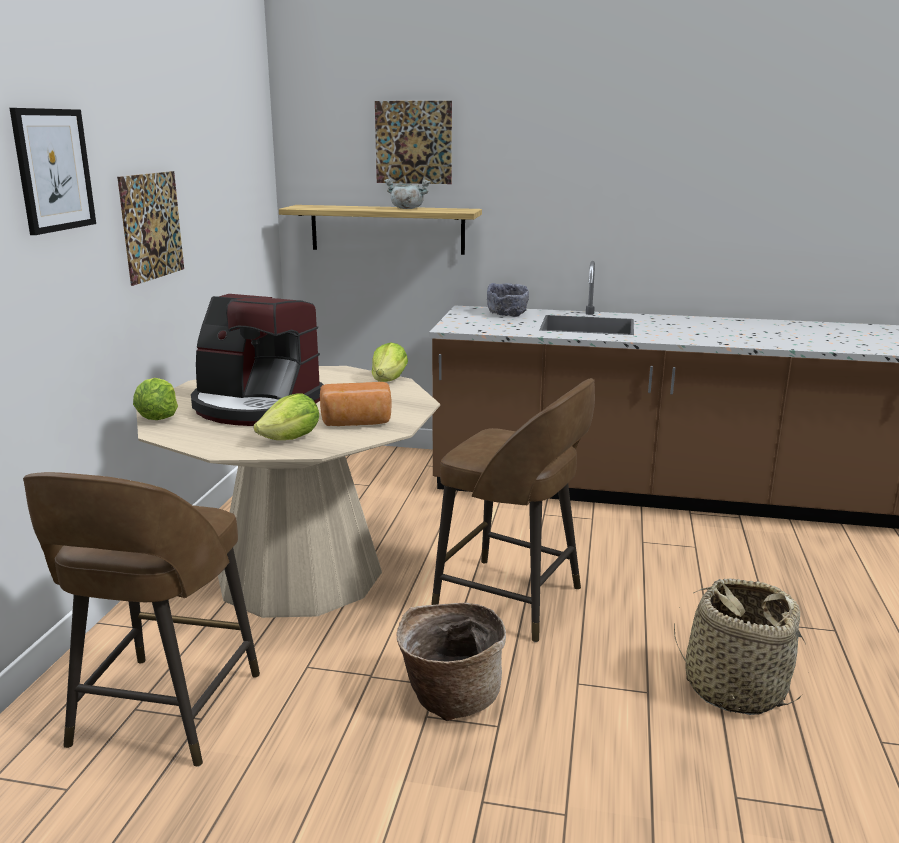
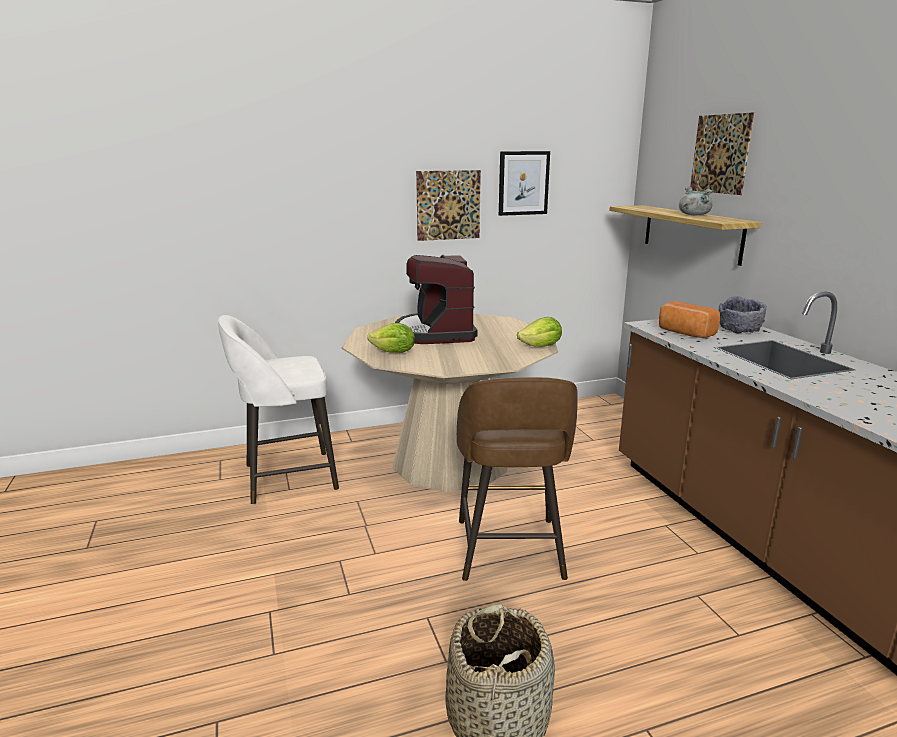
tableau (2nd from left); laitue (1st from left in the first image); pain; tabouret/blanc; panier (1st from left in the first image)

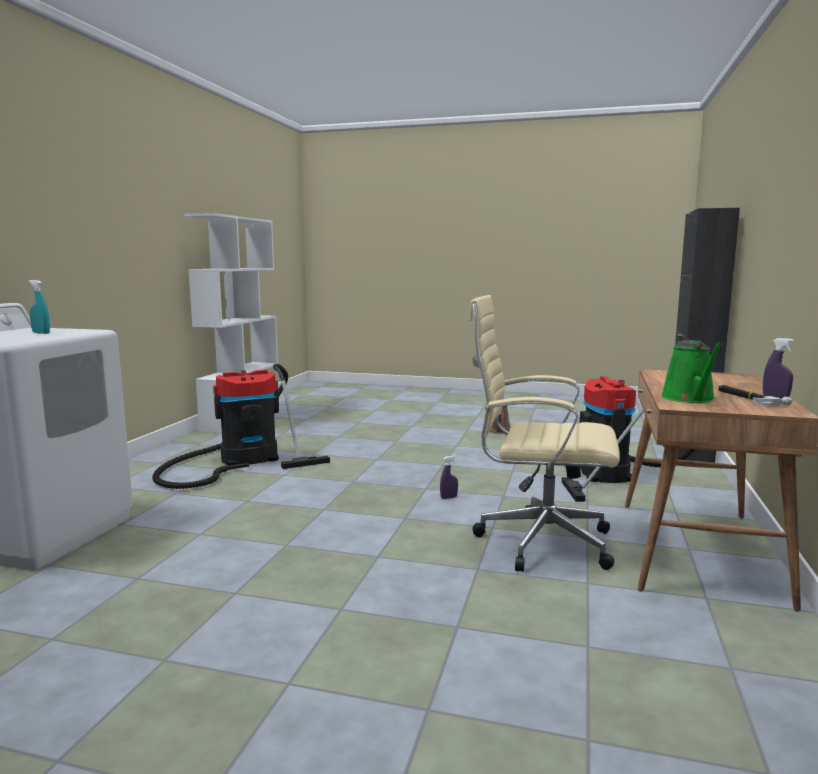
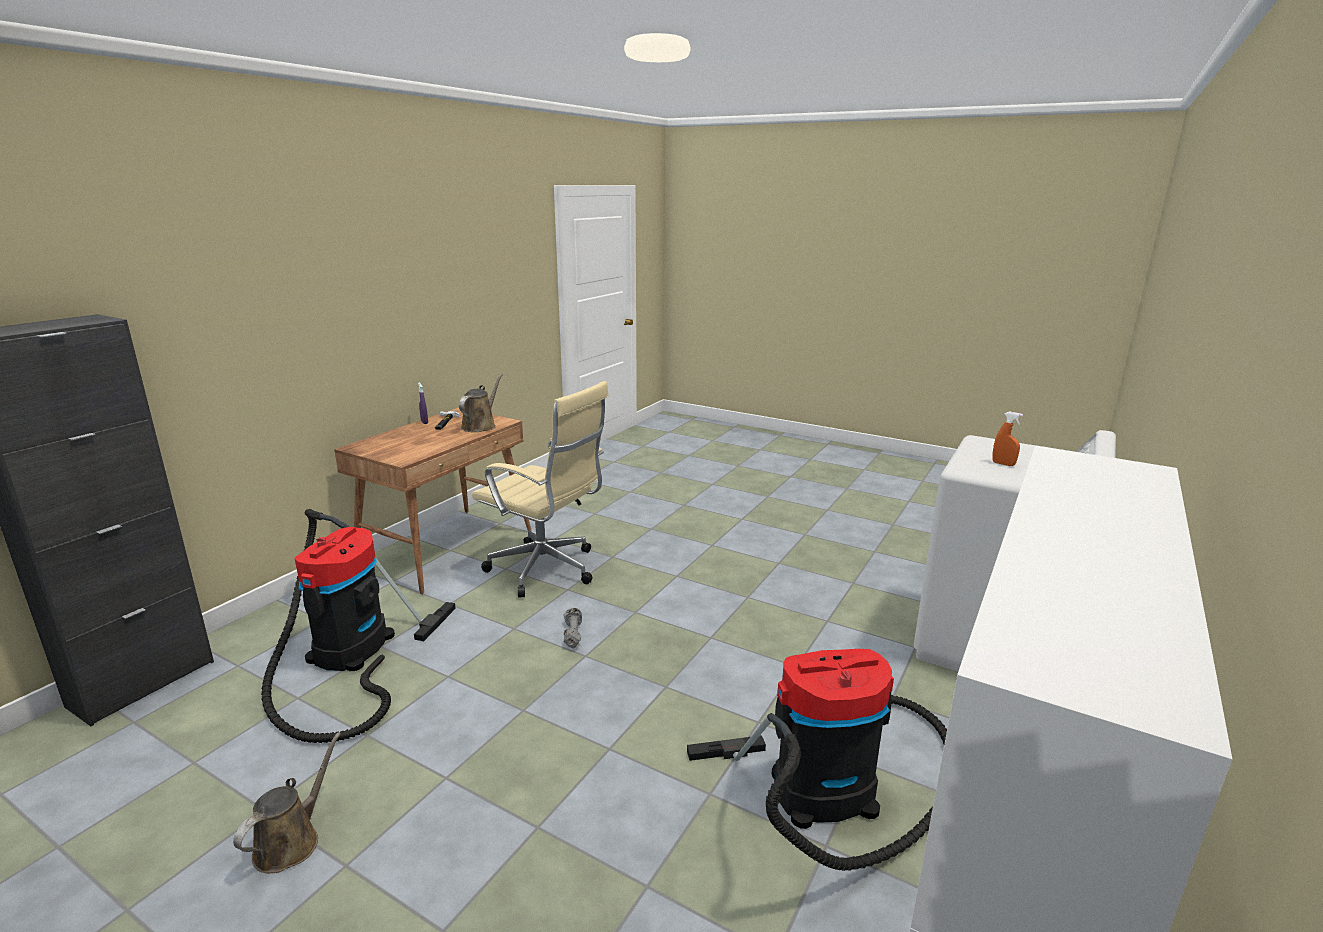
vaporisateur/orange; arrosoir/marron (2nd from left); haltère/gris

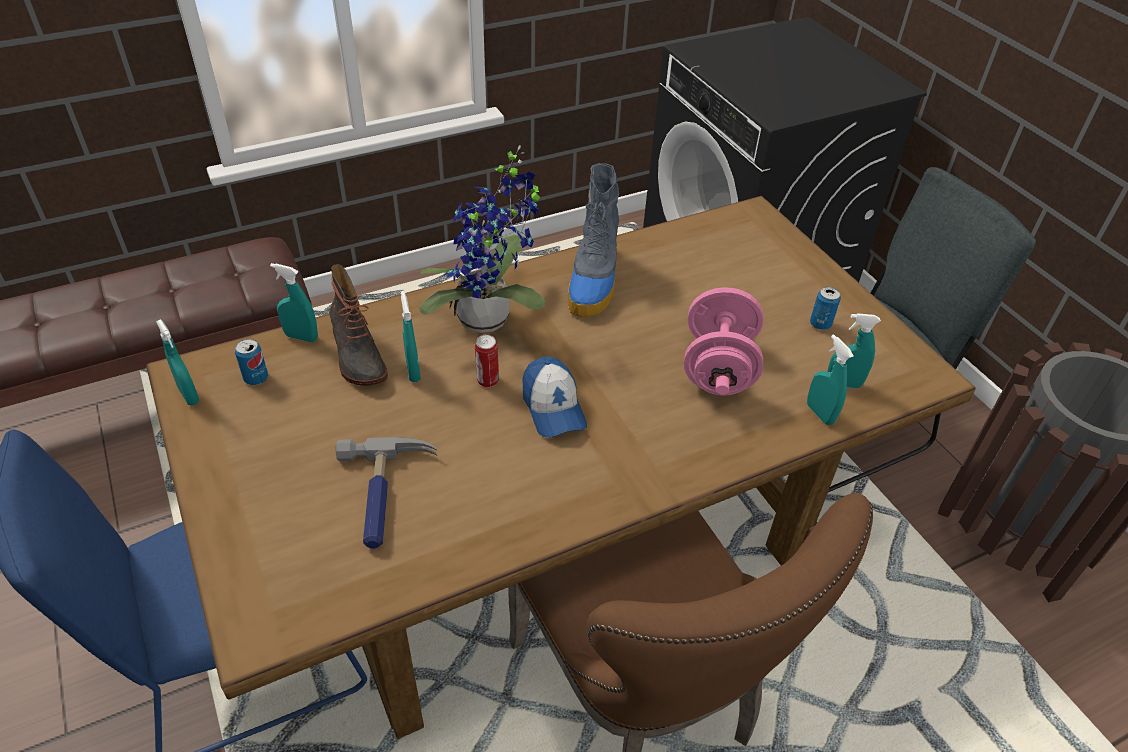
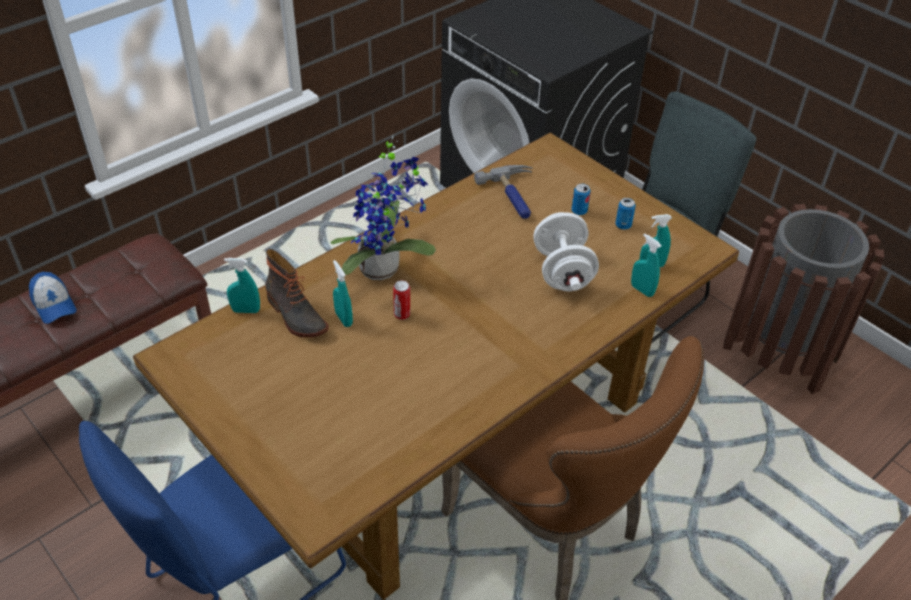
botte (2nd from left in the first image); haltère/blanc; vaporisateur/turquoise (1st from left in the first image); boîte métallique (2nd from left); casquette; marteau

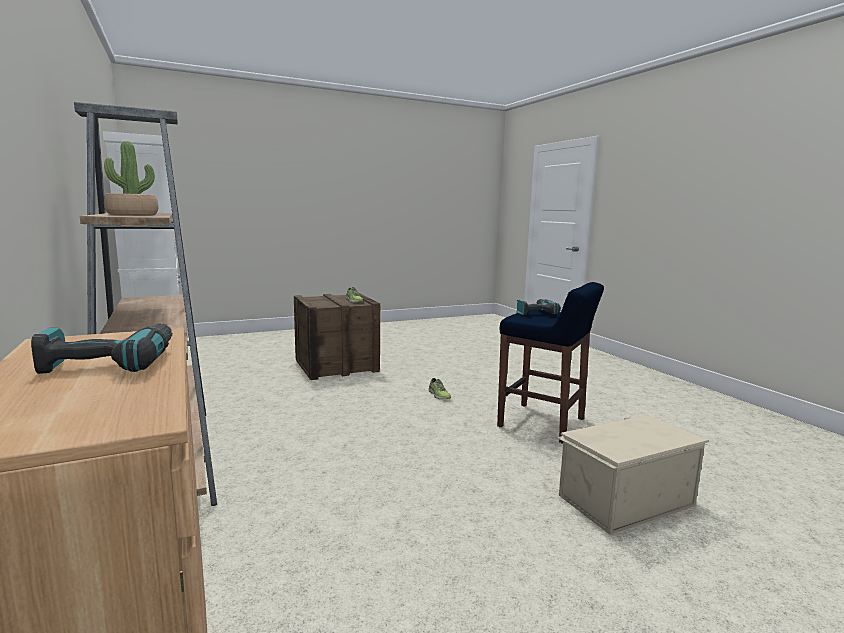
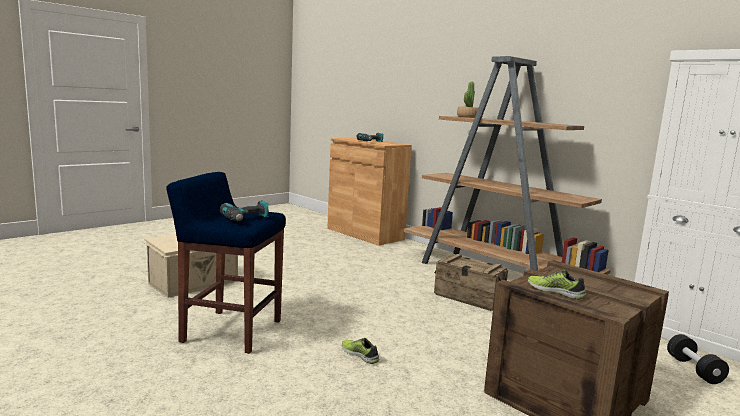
caisse (1st from left); haltère/noir

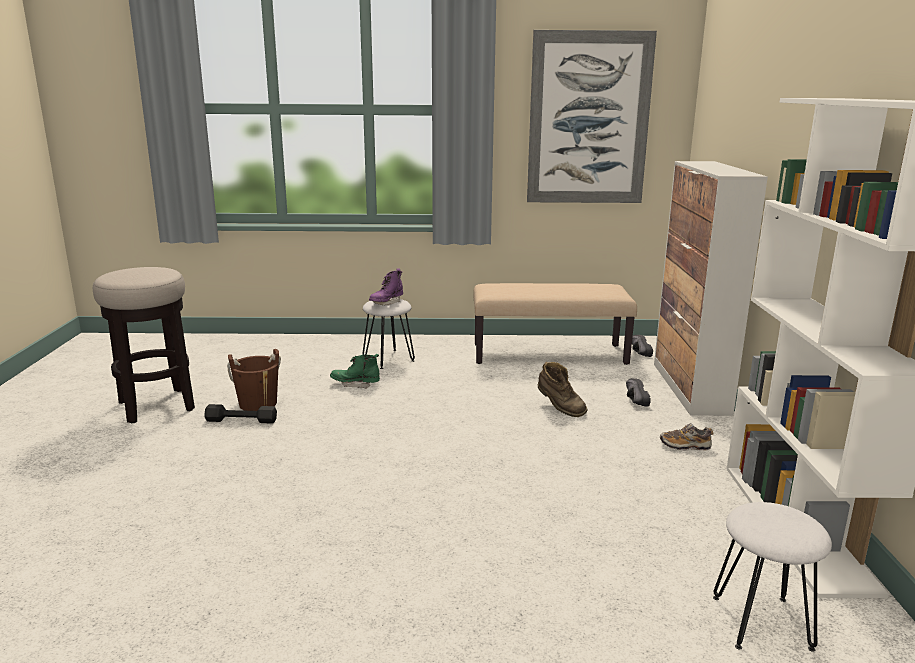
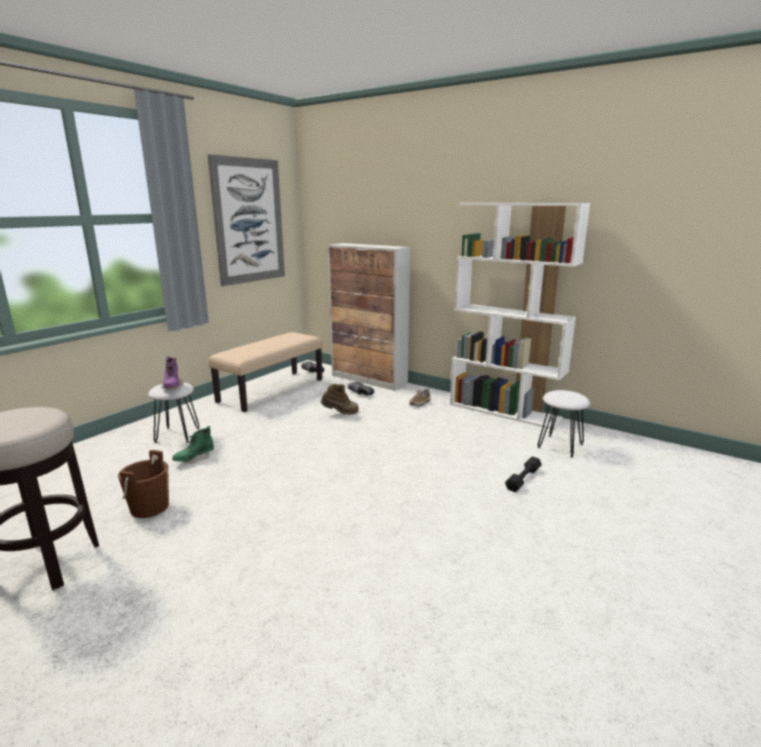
haltère/noir

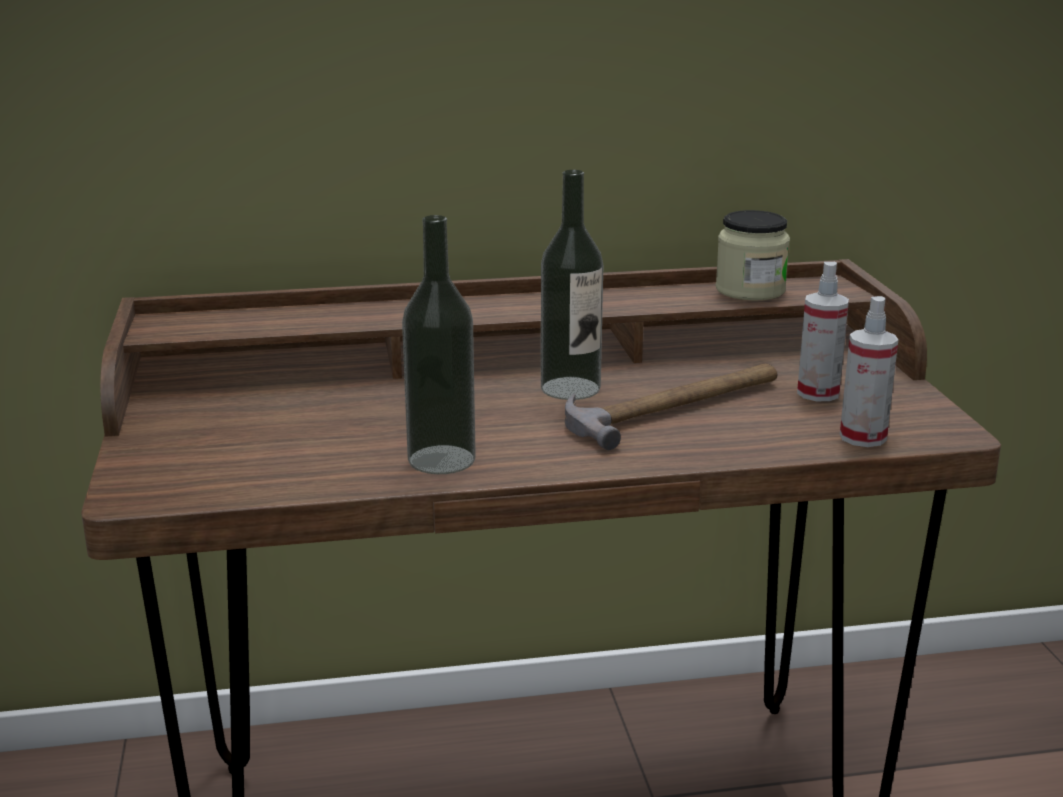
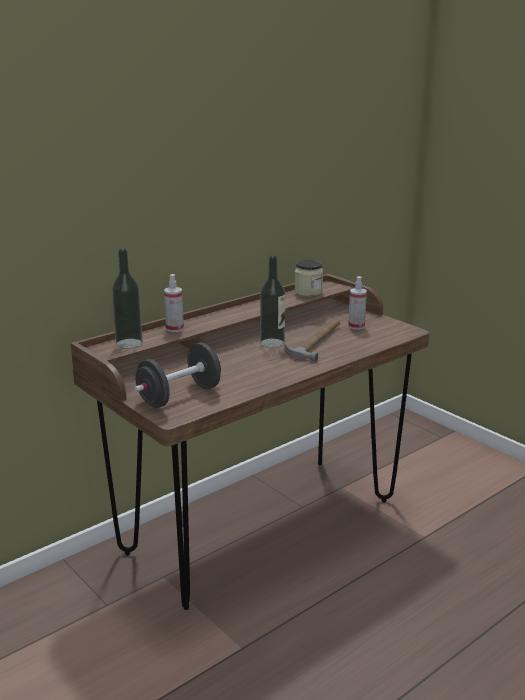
bouteille (1st from left); vaporisateur (1st from left); haltère/noir

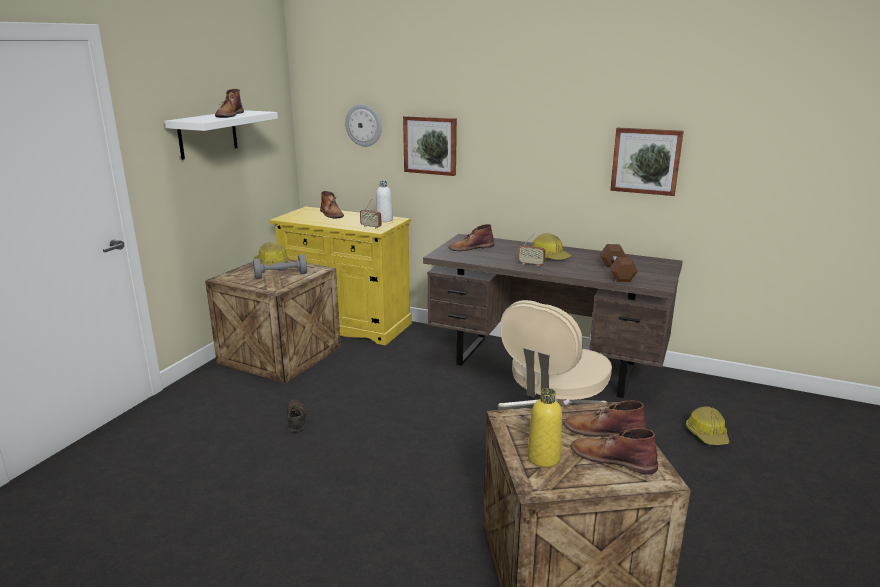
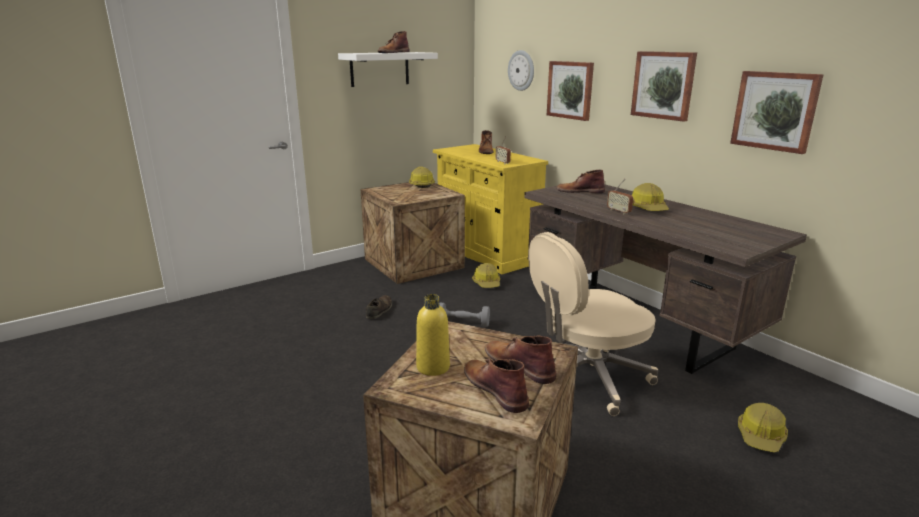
bouteille/blanc; haltère/marron; haltère/gris; tableau (2nd from left); casque de chantier (2nd from left)

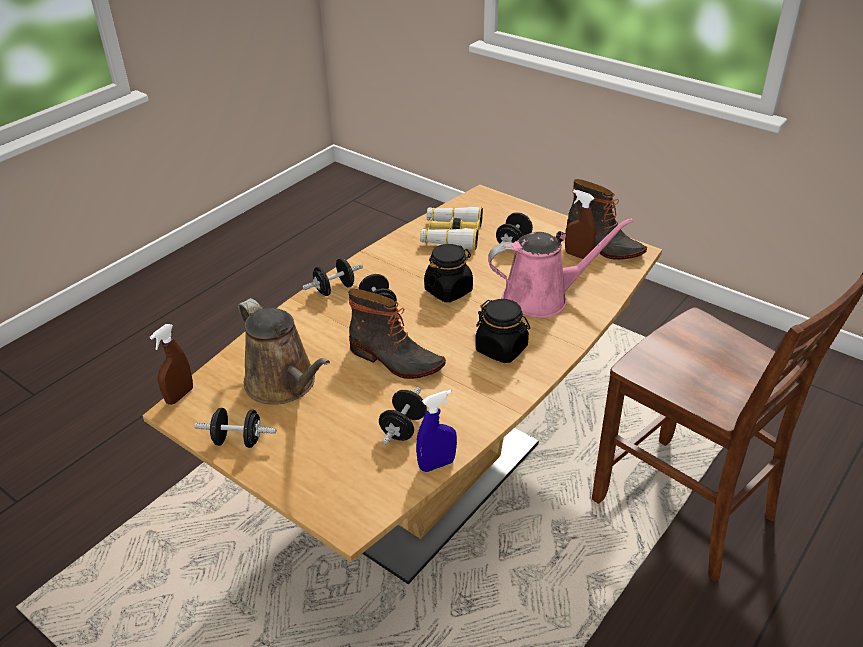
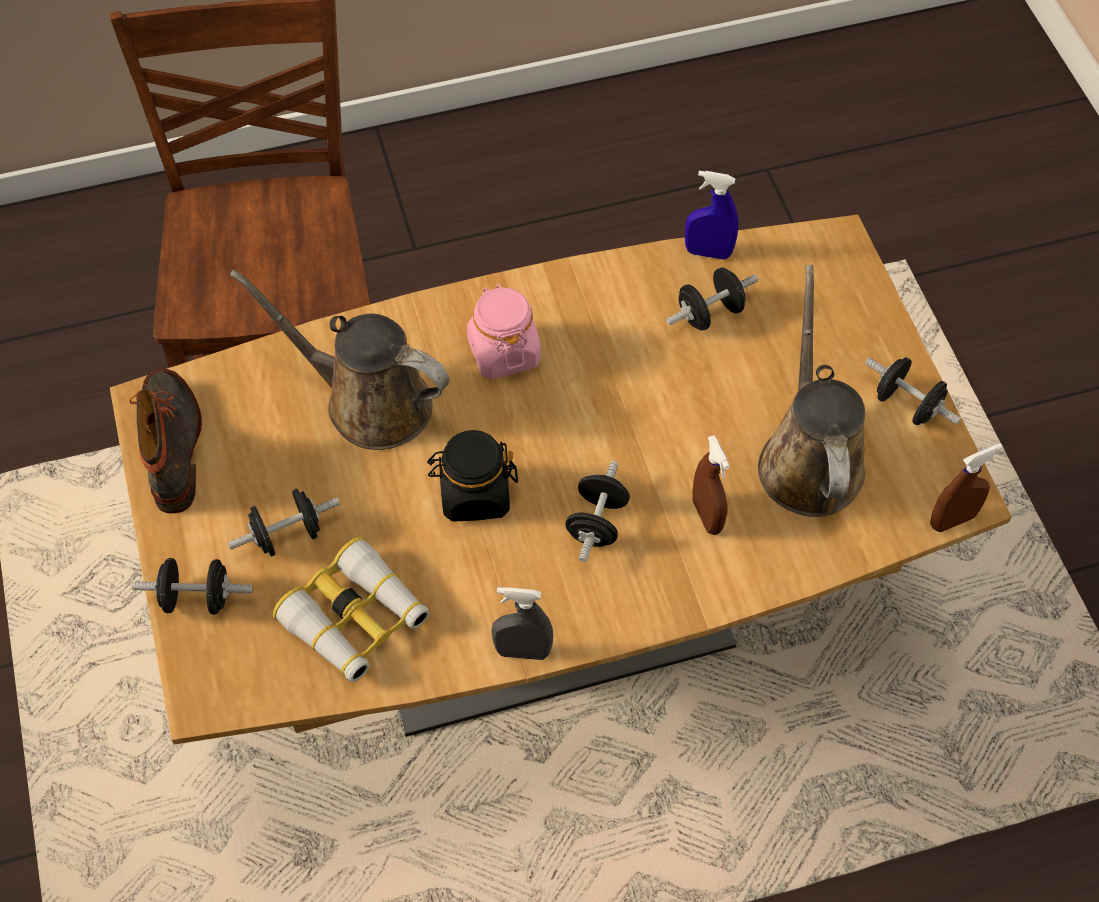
vaporisateur/marron (1st from left); arrosoir/marron (1st from left); haltère/noir (1st from left); botte (1st from left in the first image); bocal/rose; vaporisateur/gris

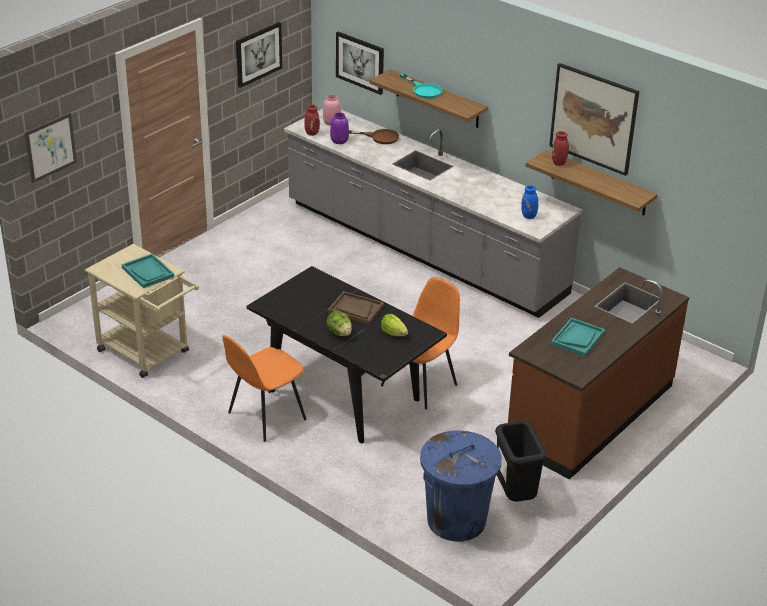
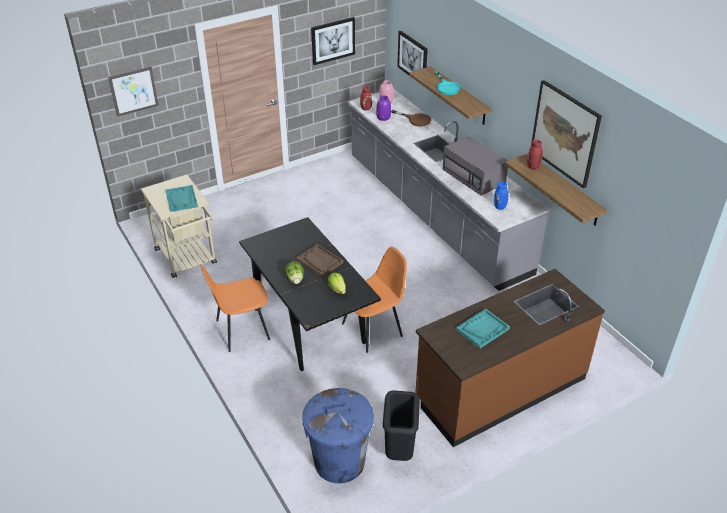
micro-ondes/gris

